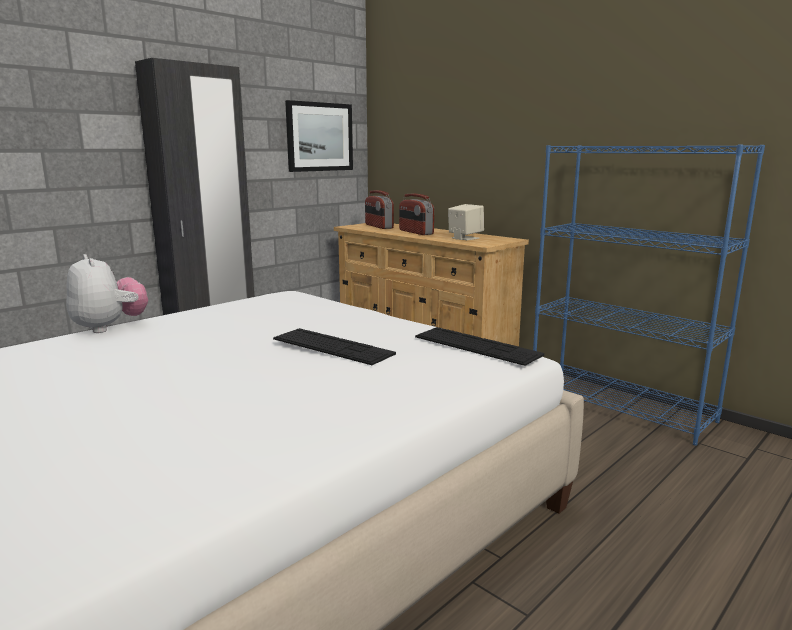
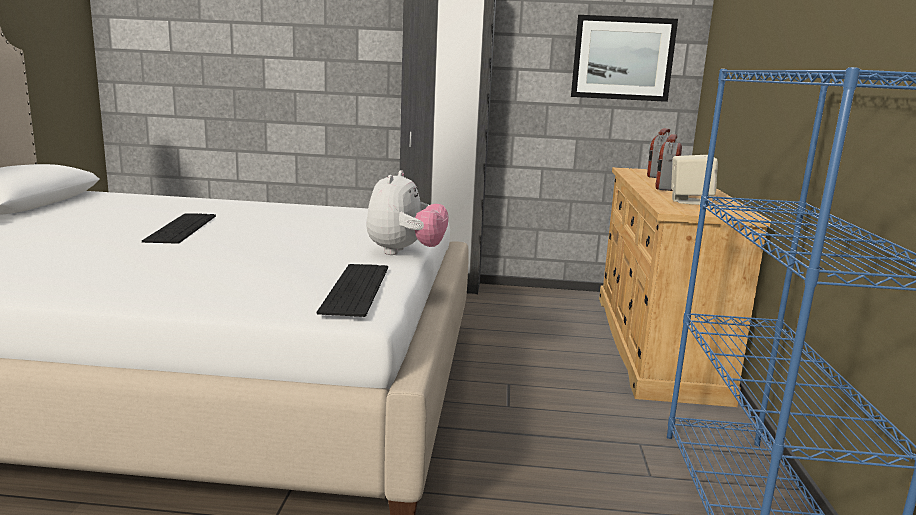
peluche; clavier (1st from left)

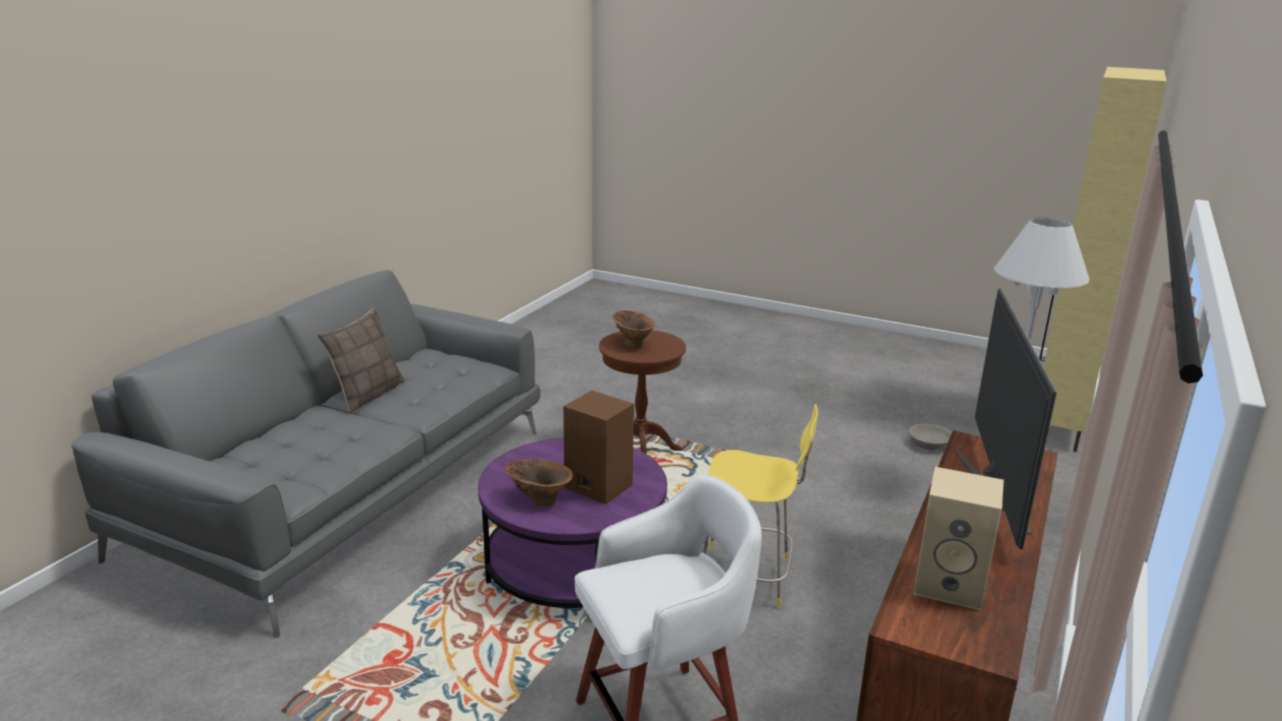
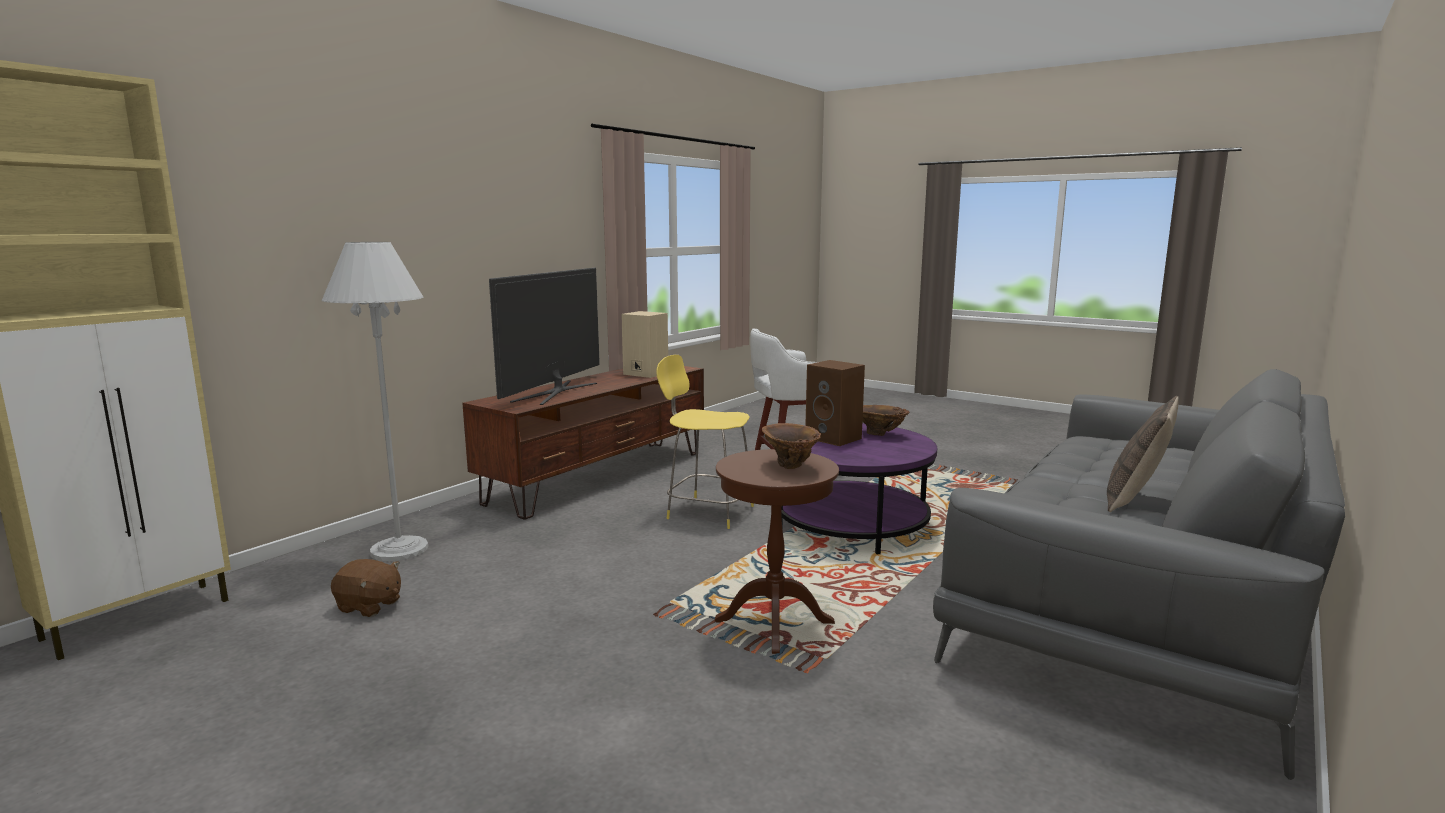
peluche/marron

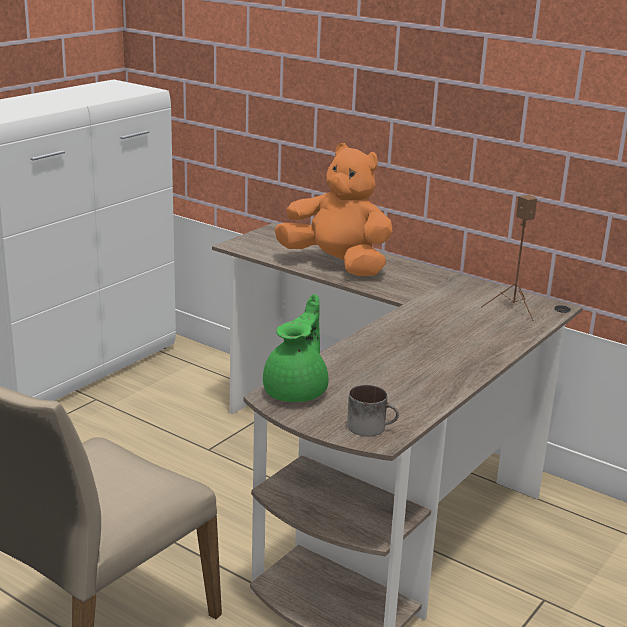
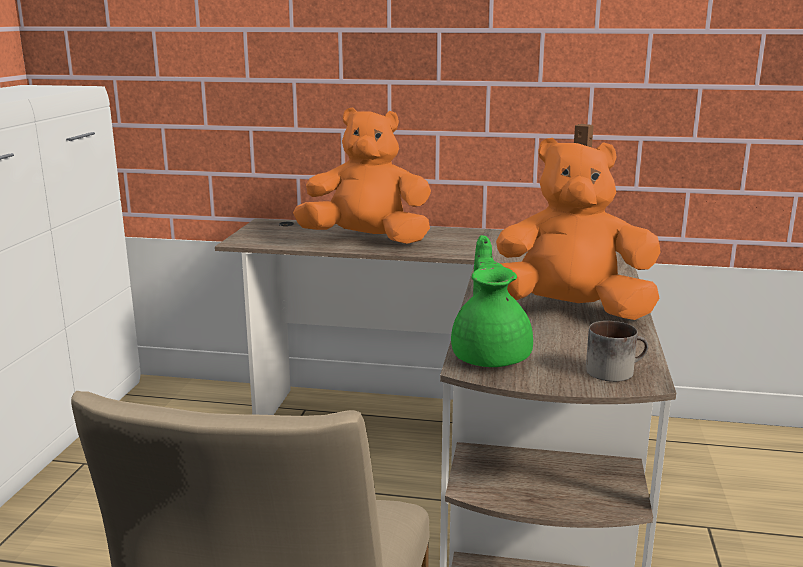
peluche/orange (2nd from left)

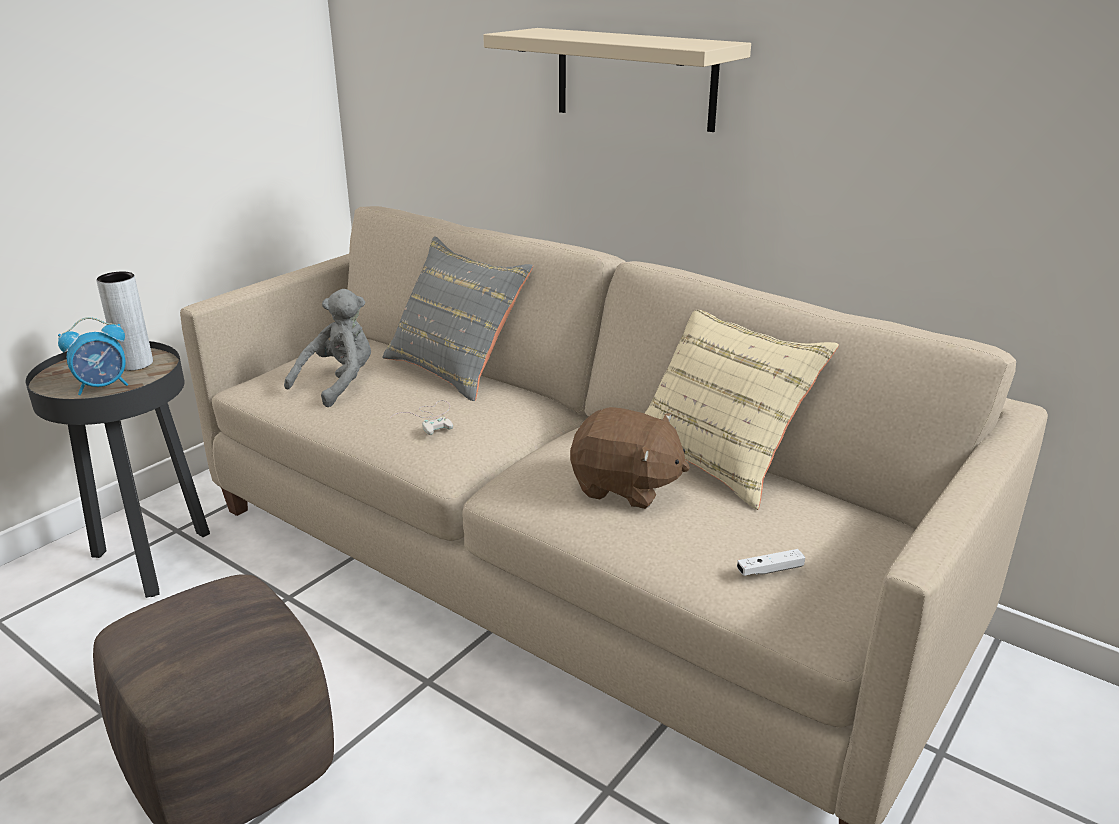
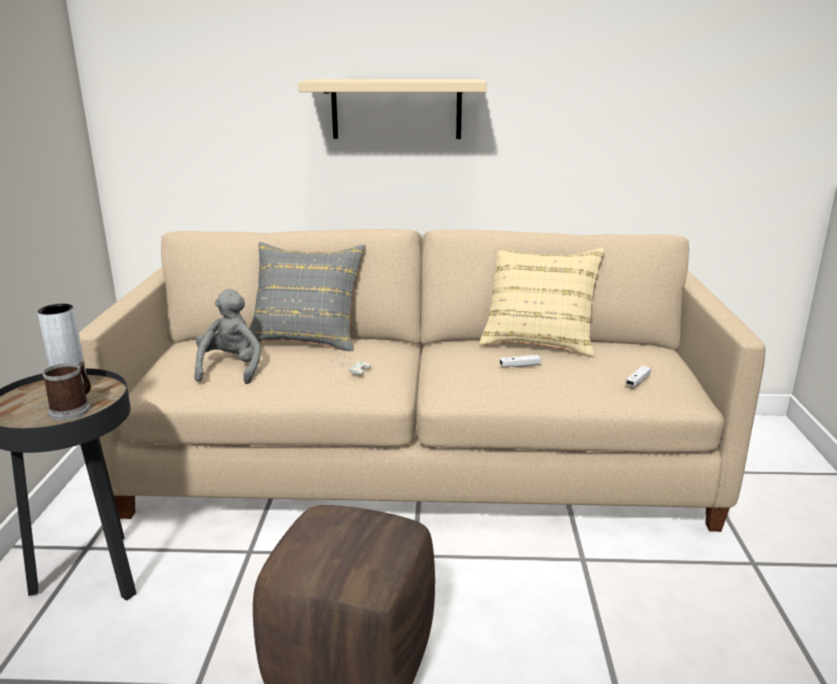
mug; manette/blanc (2nd from left)

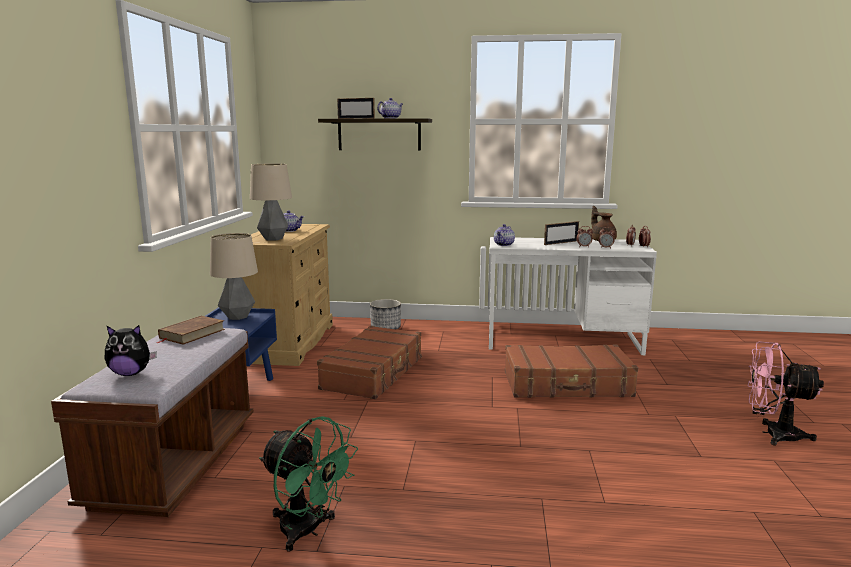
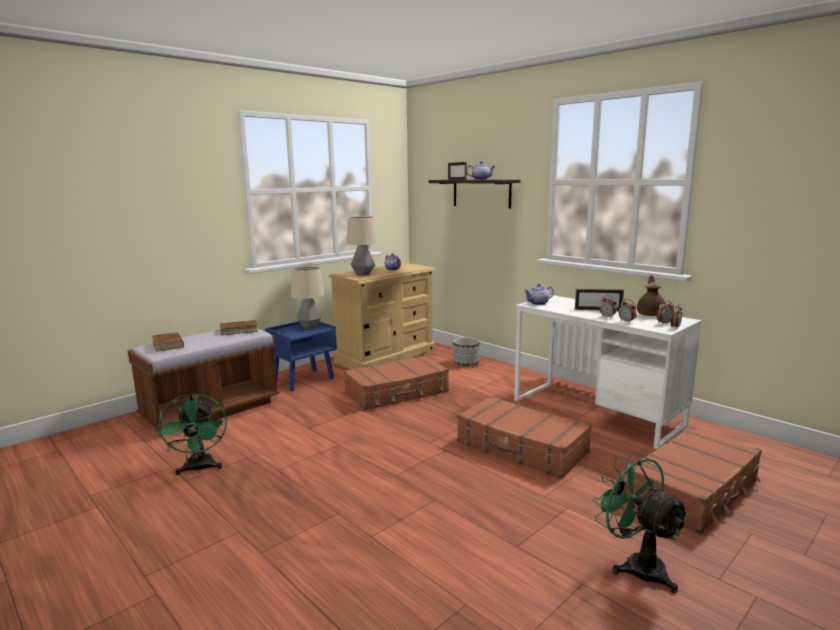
livre/marron (1st from left); ventilateur/vert (2nd from left); valise/marron (3rd from left)

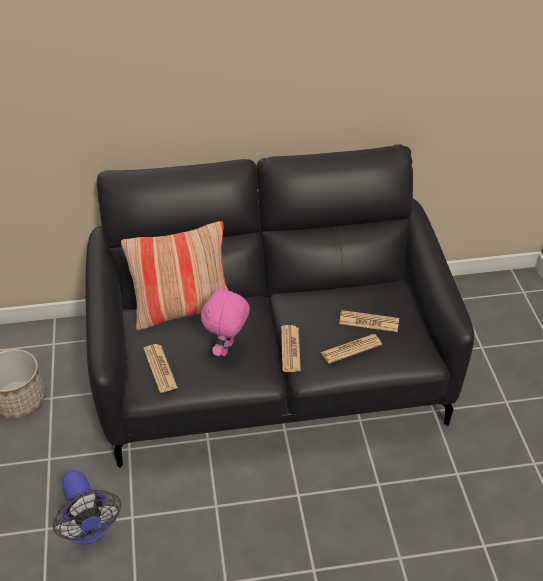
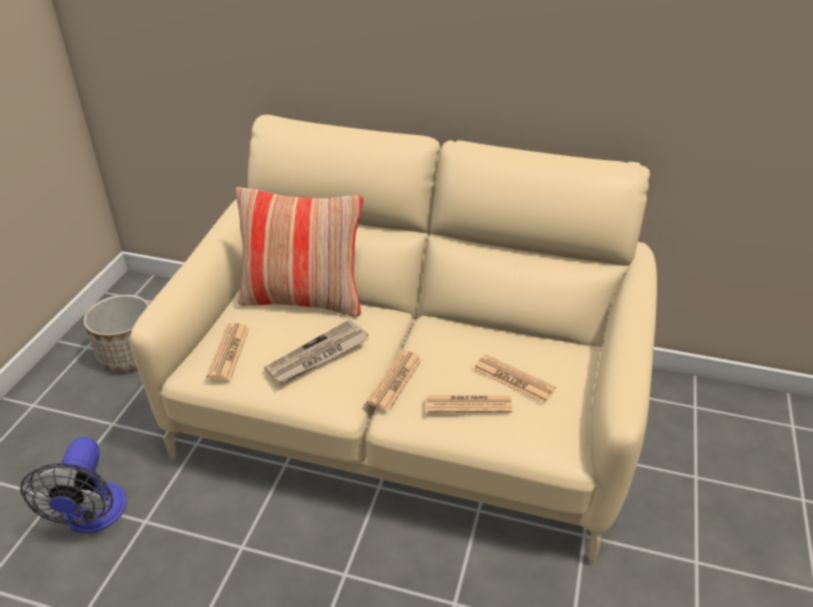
canapé/beige; journal (2nd from left)

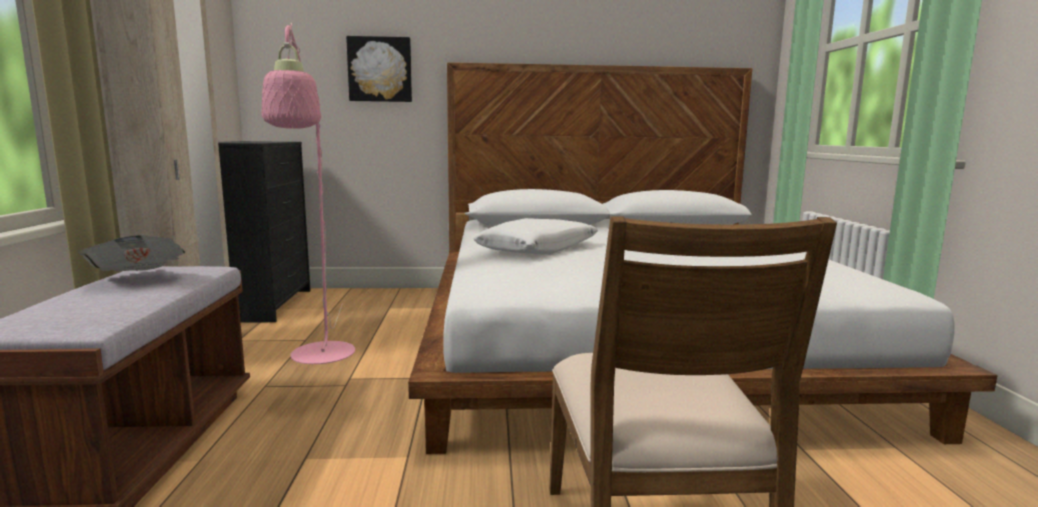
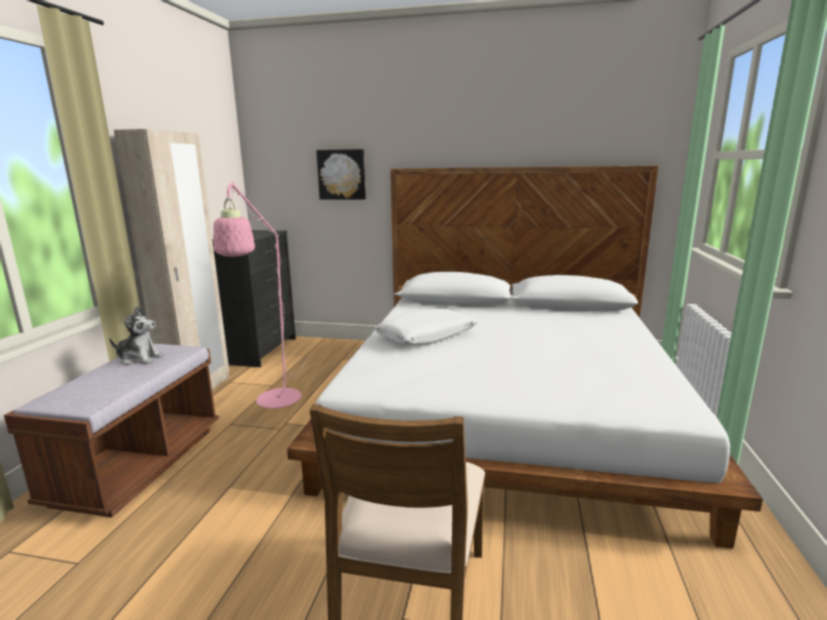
peluche

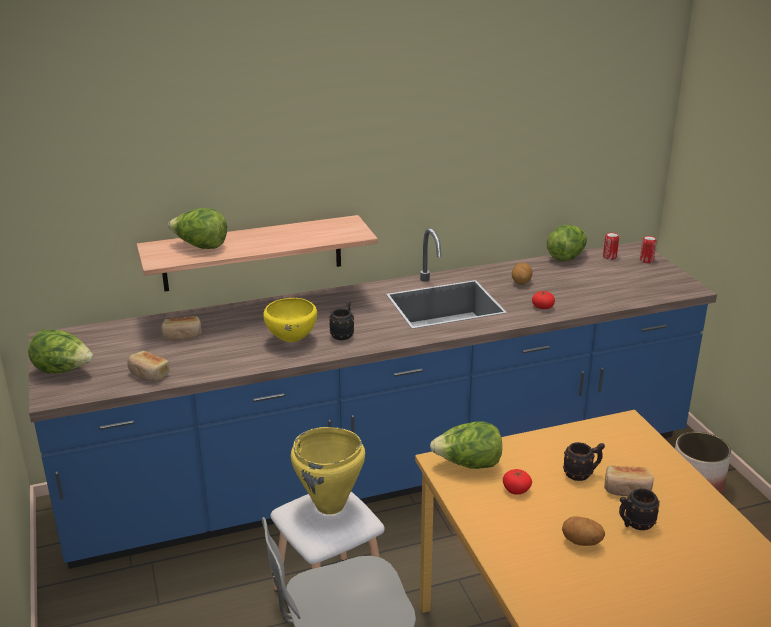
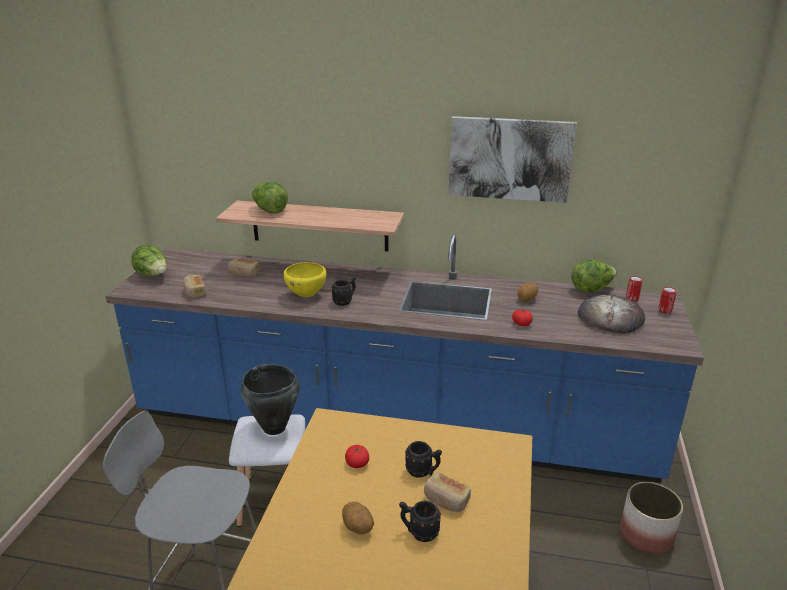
laitue (3rd from left in the first image); marmite/noir; tableau; pain (4th from left)

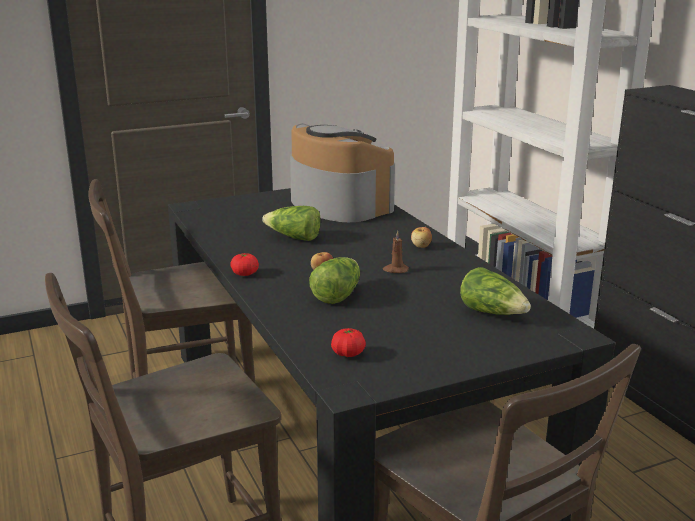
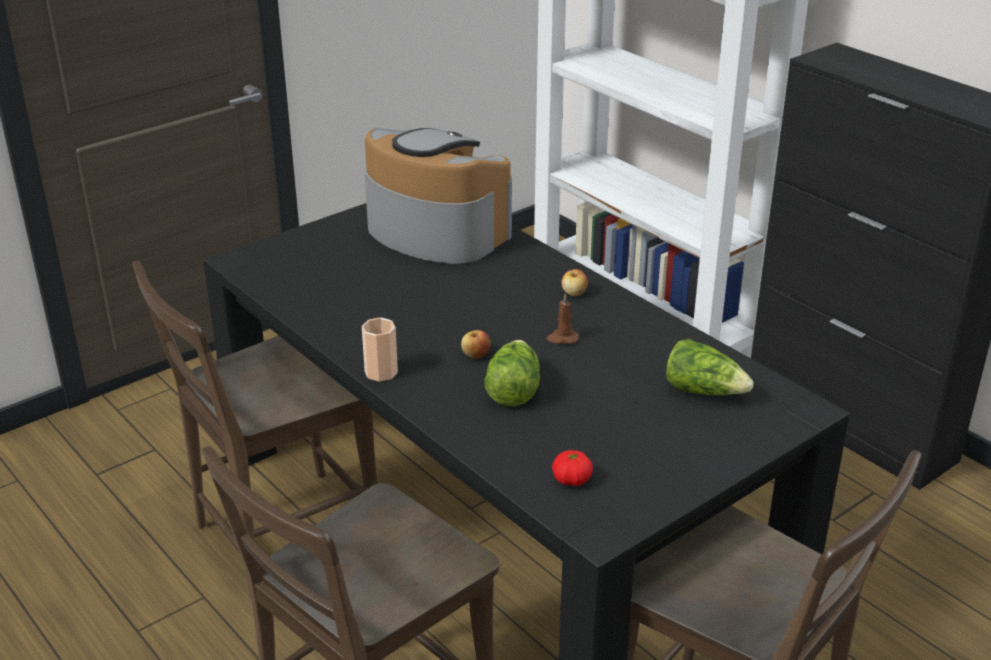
laitue (1st from left in the first image); tasse

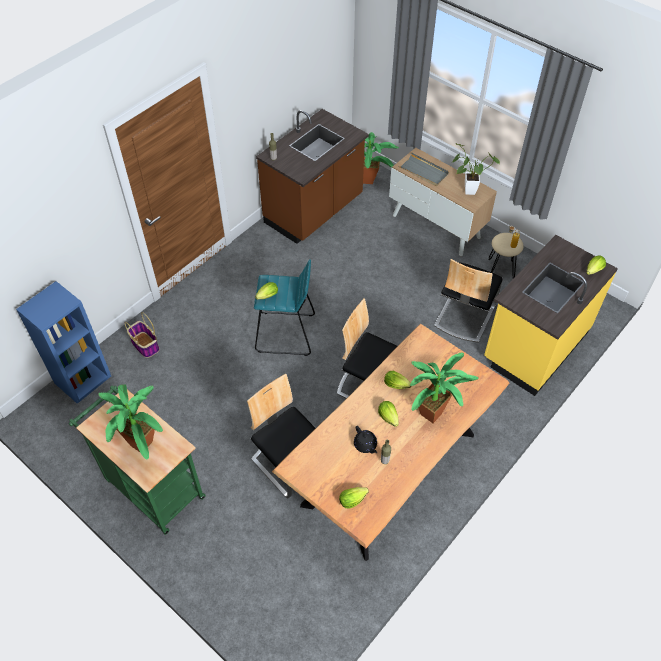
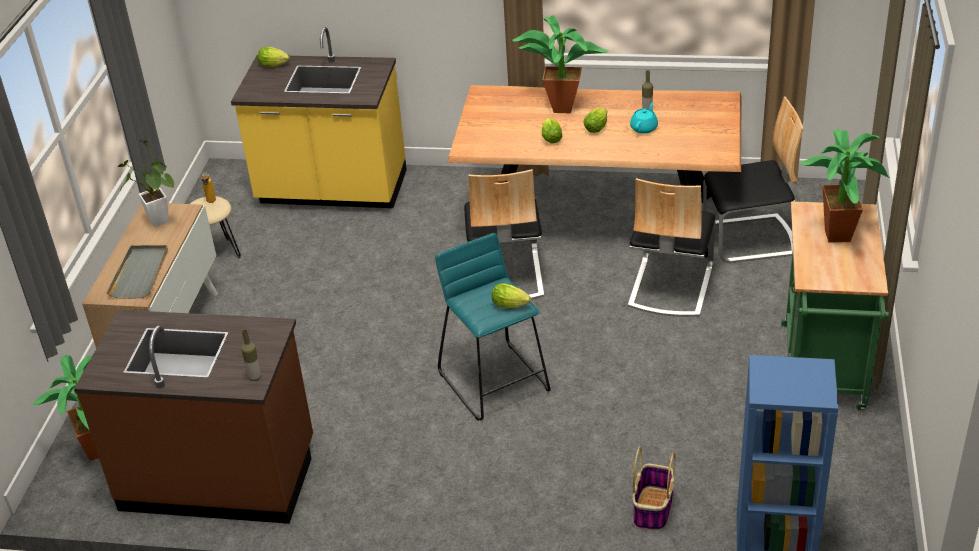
chaise (3rd from left); théière/turquoise; laitue (2nd from left in the first image)

